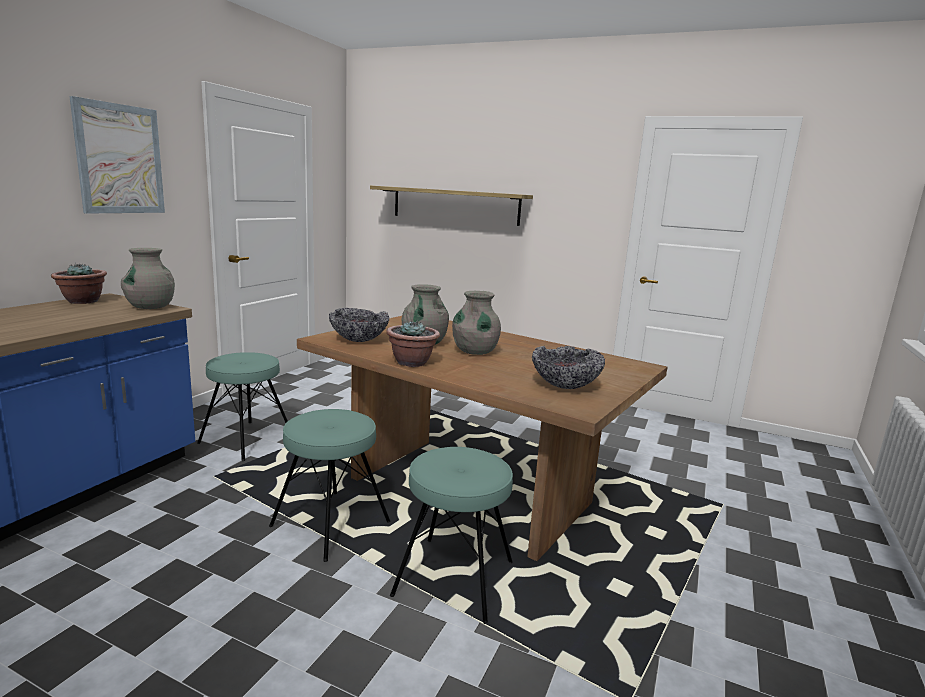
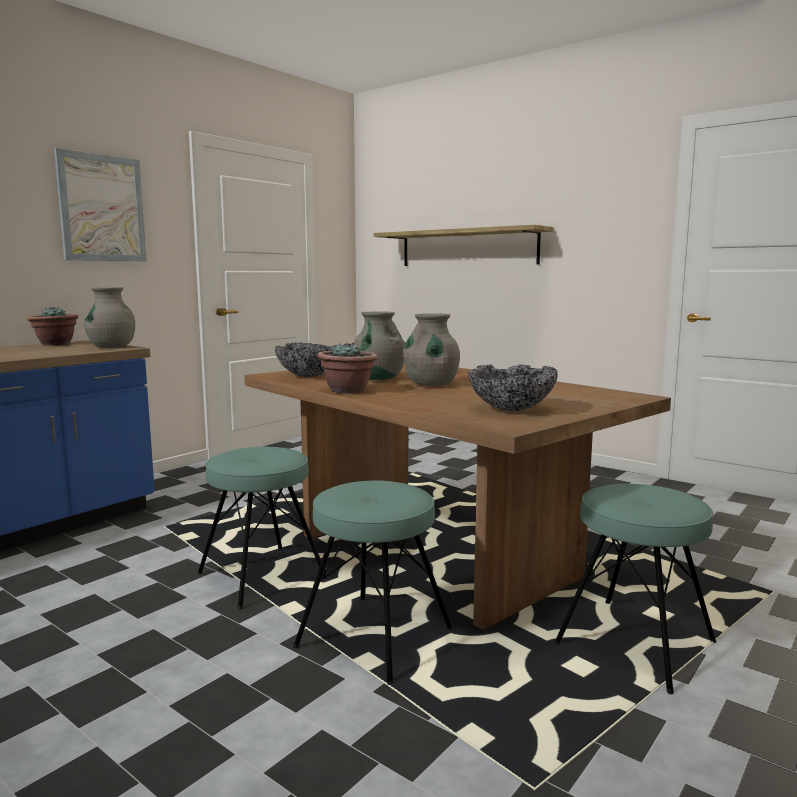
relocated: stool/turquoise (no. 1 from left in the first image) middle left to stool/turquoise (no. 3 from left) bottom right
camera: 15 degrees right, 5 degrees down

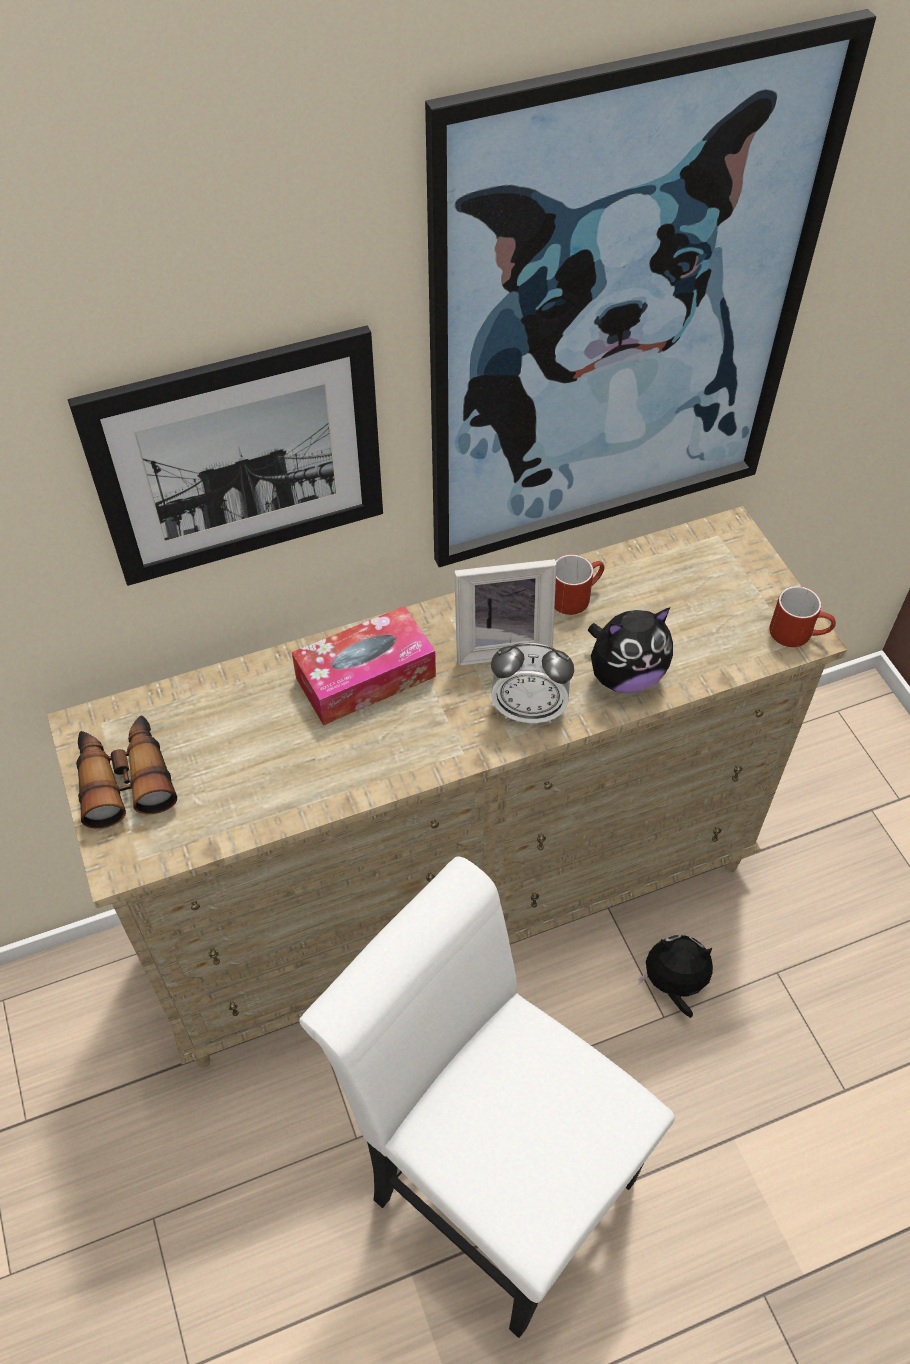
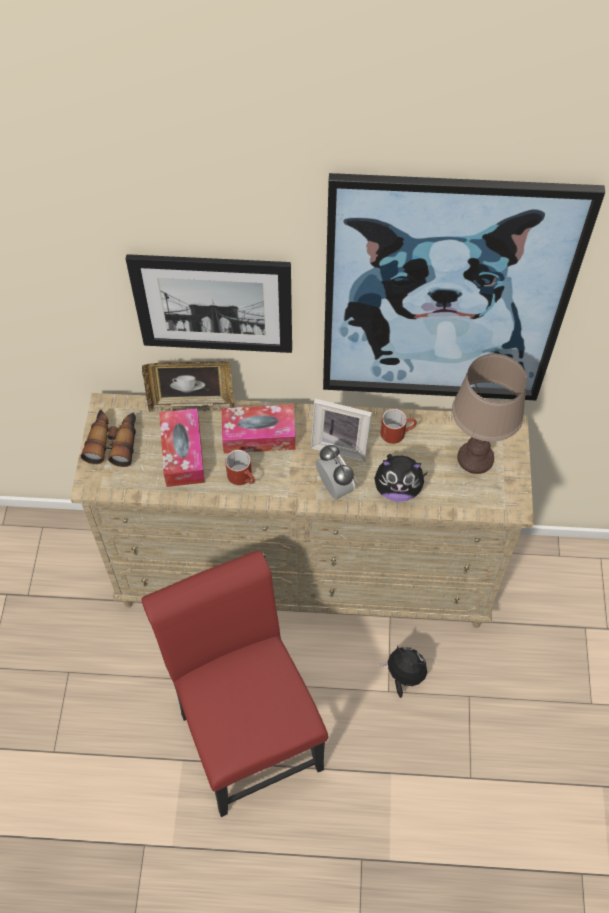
appeared: table lamp/brown middle right; picture frame (no. 1 from left) middle left; tissue box (no. 1 from left) middle left
relocated: mug/red (no. 2 from left in the first image) middle right to mug/red (no. 1 from left) centre
colour: chair/white bottom centre to chair/red bottom centre
spun: alarm clock centre = centre 150 degrees counterclockwise
camera: 25 degrees right, 5 degrees up

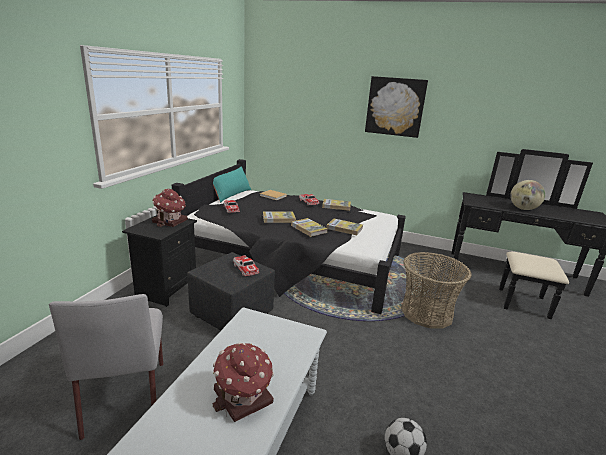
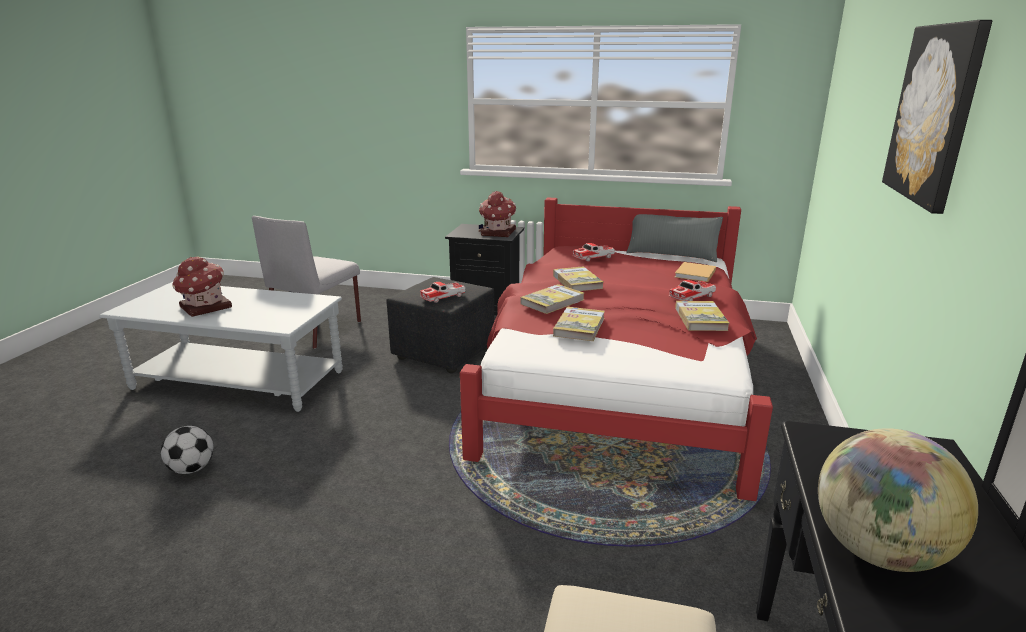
missing: basket middle right
colour: bed/black centre to bed/red centre; pillow/turquoise centre to pillow/grey centre
spun: chair/grey bottom left = middle left 45 degrees counterclockwise
camera: 85 degrees right, 0 degrees up

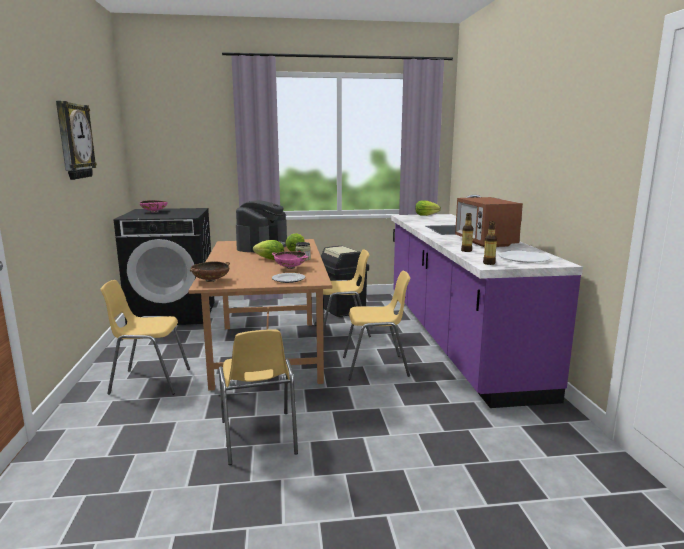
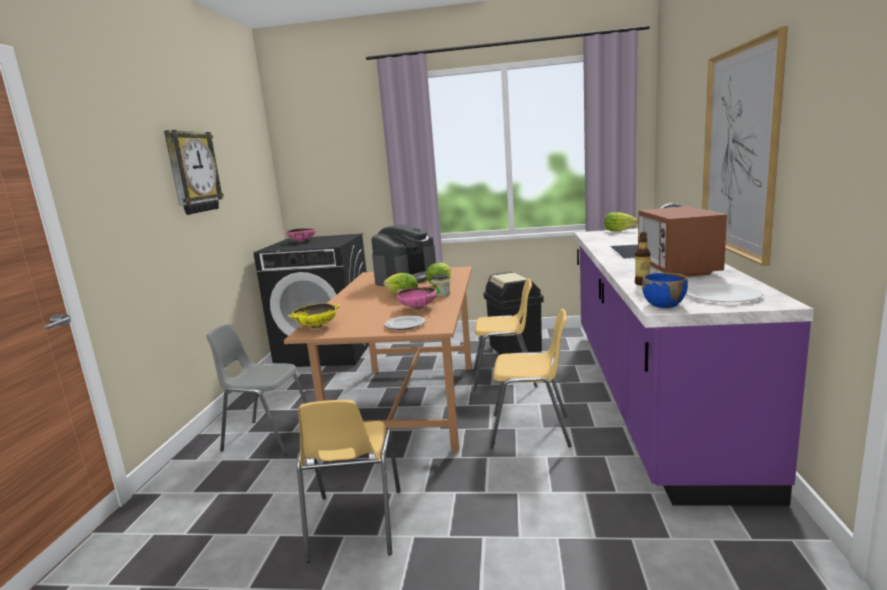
appeared: picture top right
exchanged: bottle (no. 2 from left) middle right to bowl/blue middle right
colour: bowl/brown middle left to bowl/yellow centre; chair/yellow (no. 1 from left) middle left to chair/grey middle left
camera: 15 degrees right, 0 degrees up

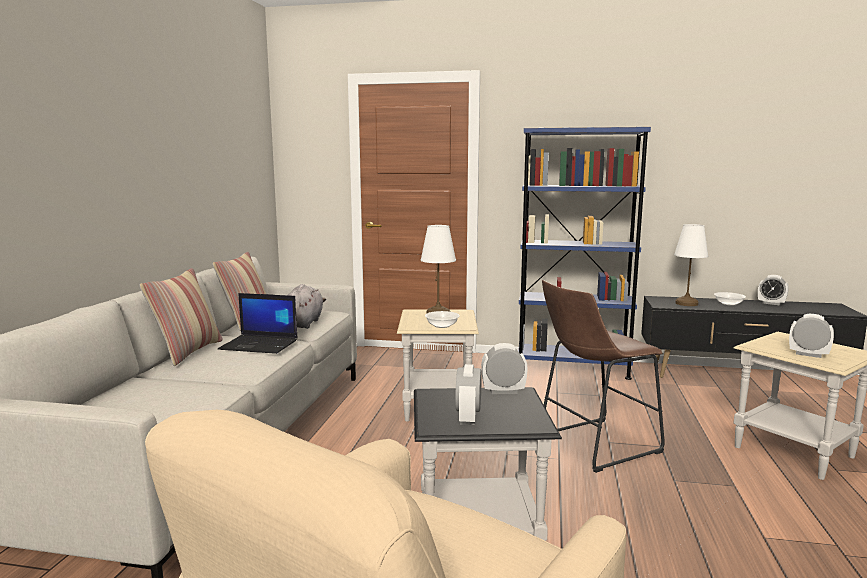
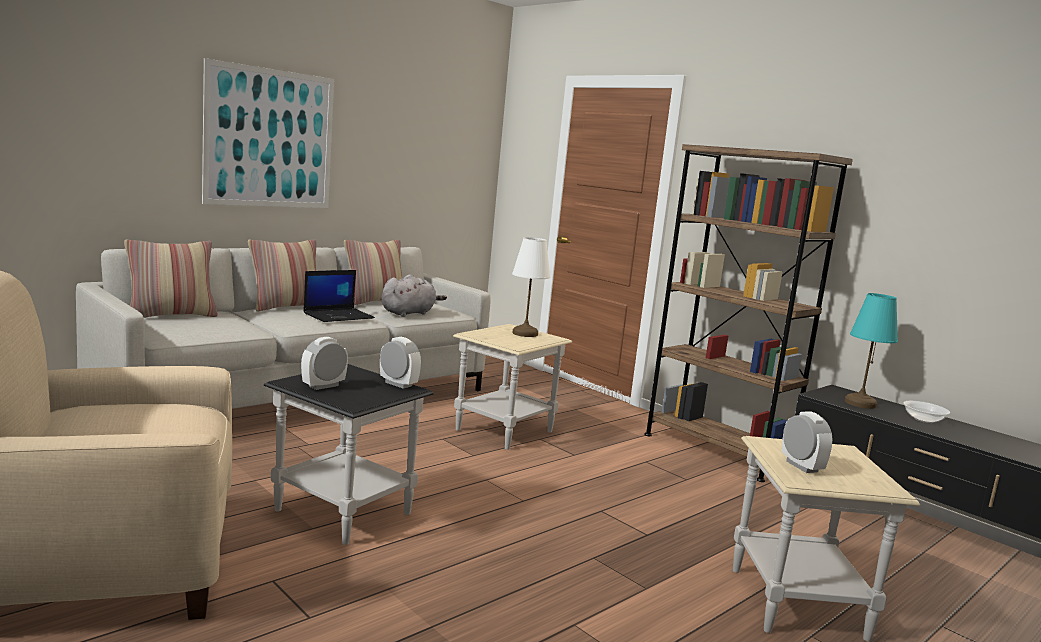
missing: alarm clock (no. 3 from left) middle right; stool/brown middle right; bowl (no. 1 from left) centre
appeared: picture top left; pillow (no. 1 from left) middle left
colour: bookcase/blue middle right to bookcase/brown middle right; table lamp/white (no. 2 from left) middle right to table lamp/turquoise middle right
spun: laptop middle left = middle left 90 degrees counterclockwise
camera: 35 degrees right, 0 degrees up

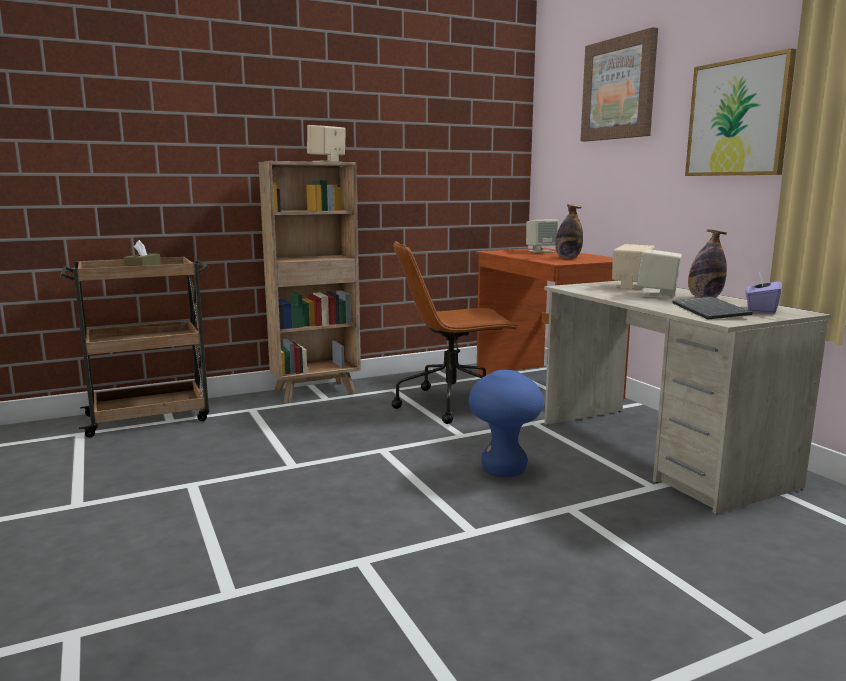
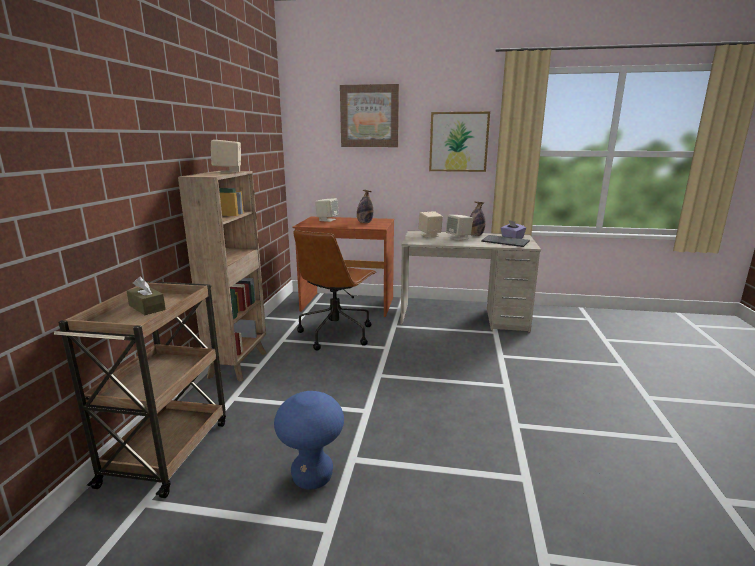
relocated: stool/blue centre to bottom centre
camera: 55 degrees left, 5 degrees up

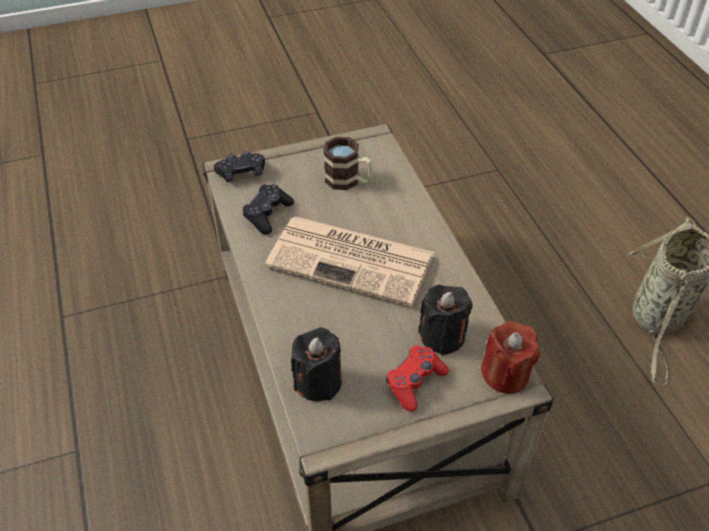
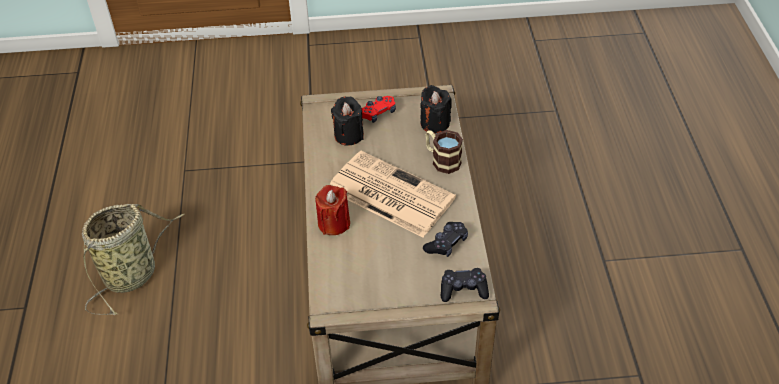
relocated: mug top centre to centre; candle/red bottom right to centre
camera: 165 degrees left, 0 degrees up

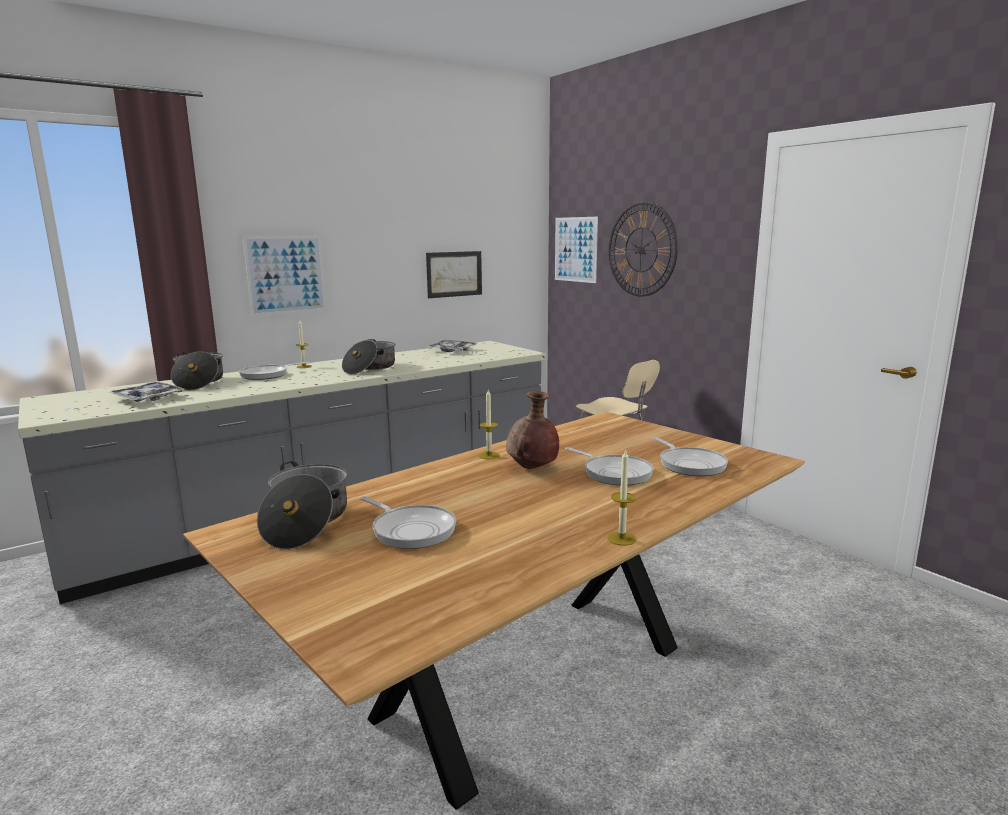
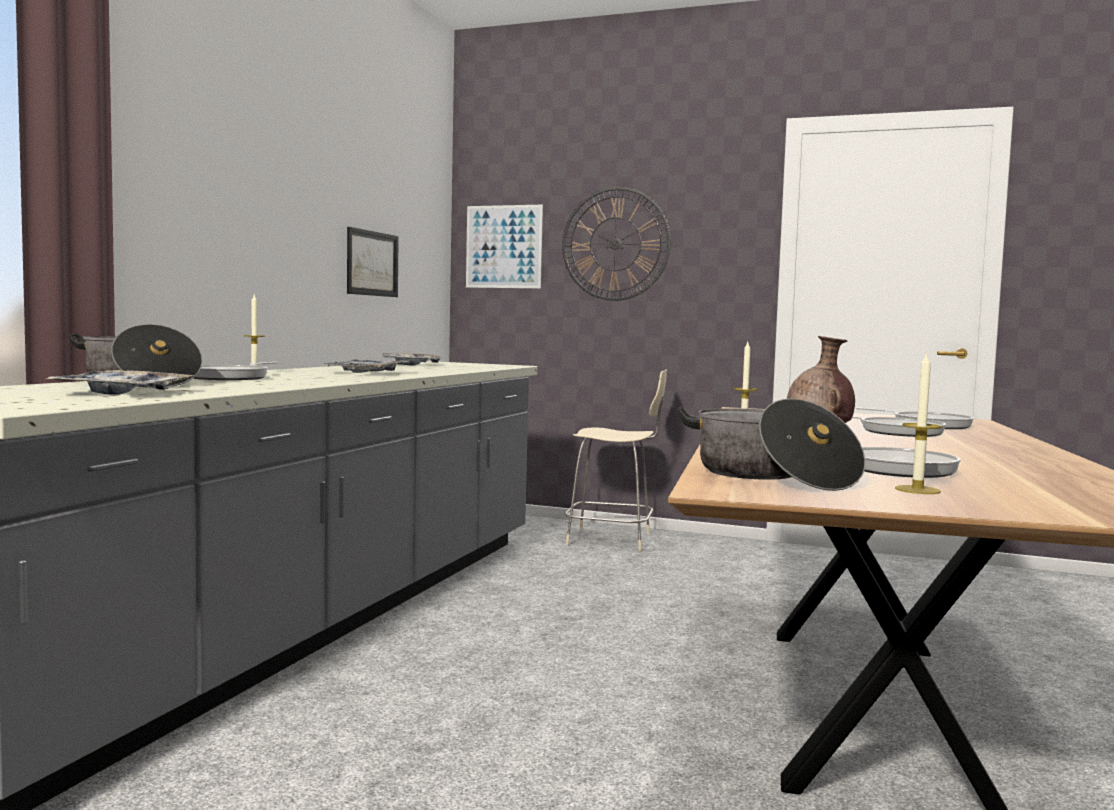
missing: picture (no. 1 from left) middle left
relocated: candle (no. 3 from left) centre to middle right
exchanged: cooking pot (no. 3 from left) centre to tray (no. 2 from left) middle left
camera: 35 degrees left, 10 degrees down

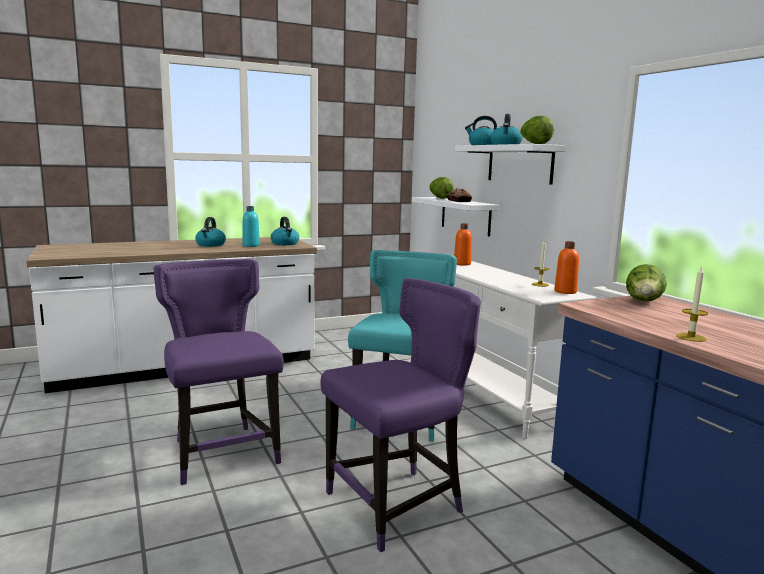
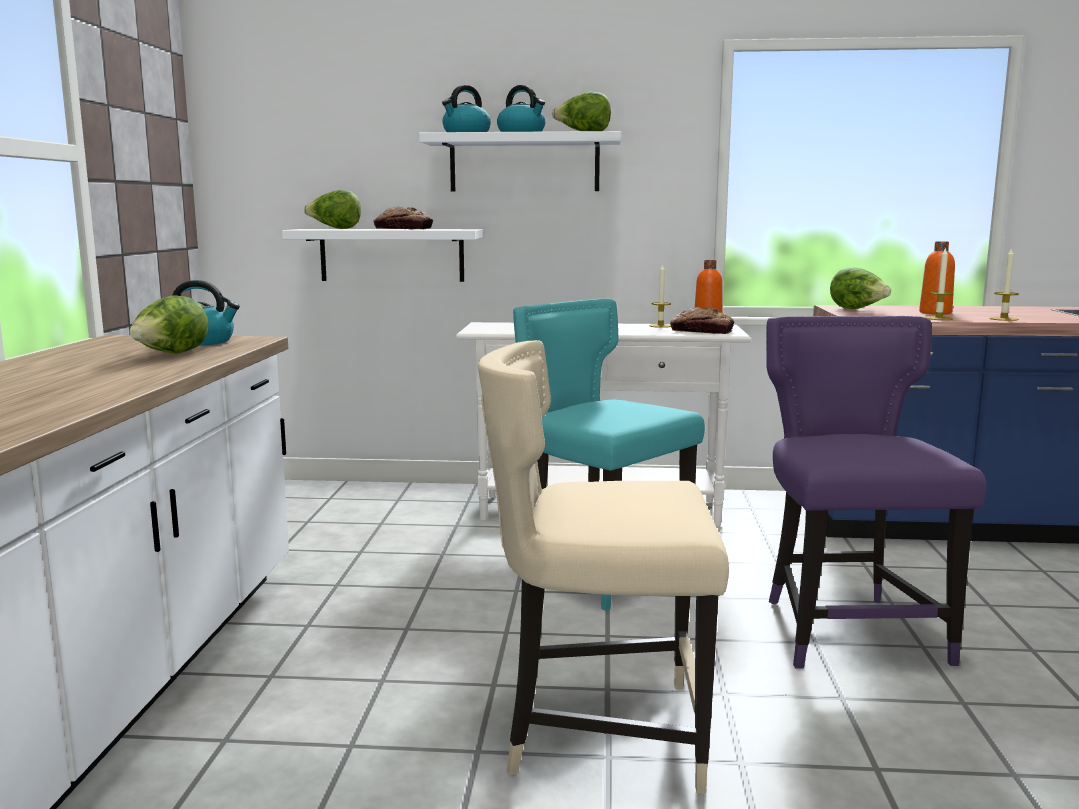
missing: kettle (no. 1 from left) middle left
appeared: candle (no. 2 from left) middle right; bread (no. 2 from left) centre
relocated: bottle/orange (no. 1 from left in the first image) centre to bottle/orange (no. 2 from left) middle right
exchanged: bottle/turquoise middle left to lettuce (no. 1 from left) middle left
colour: chair/purple (no. 1 from left) middle left to chair/beige bottom centre
camera: 60 degrees left, 0 degrees up

